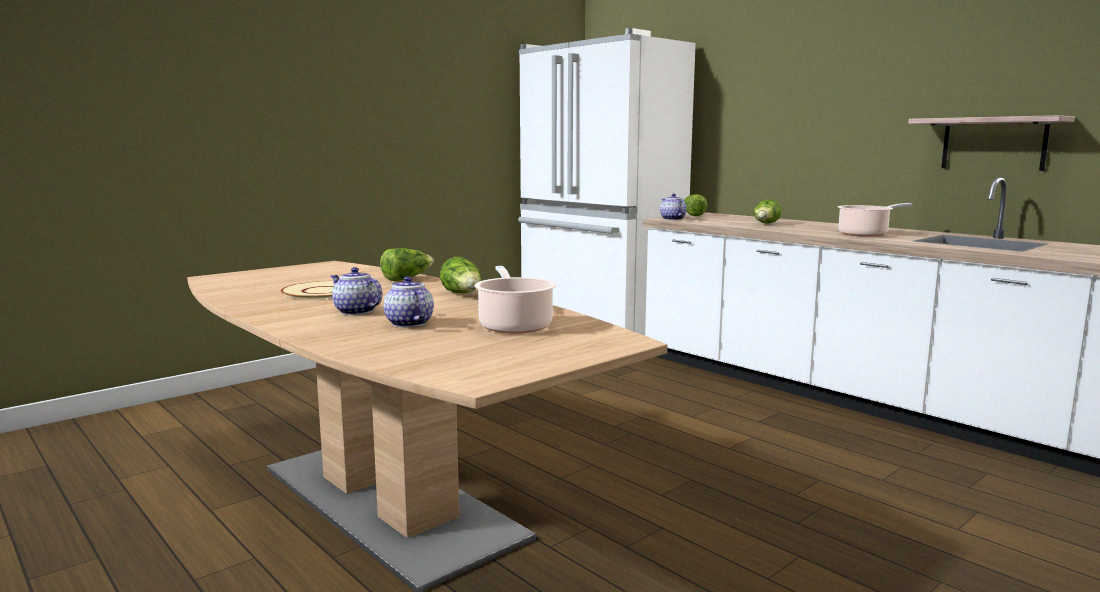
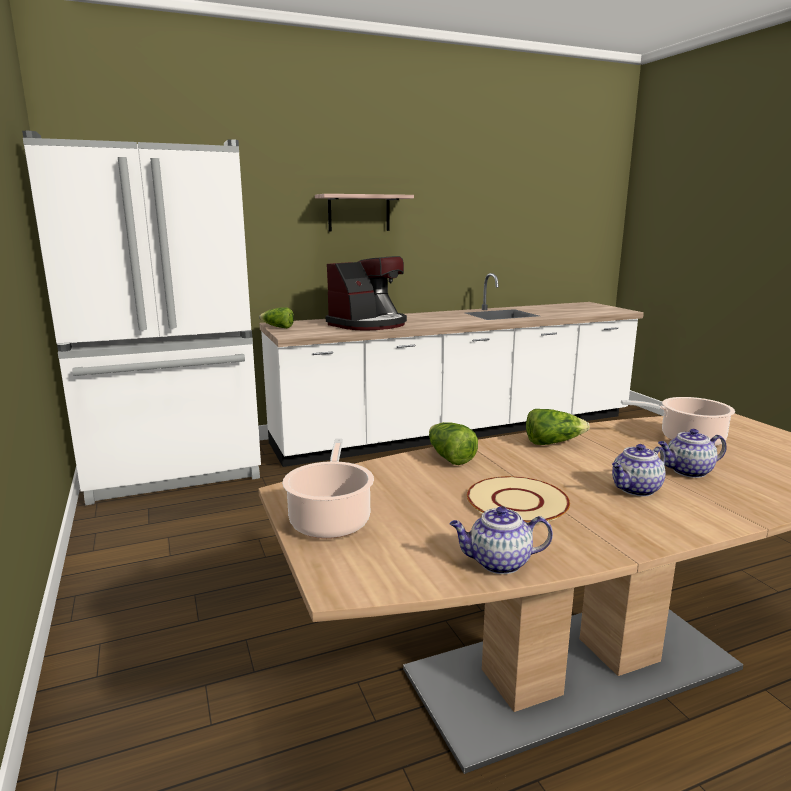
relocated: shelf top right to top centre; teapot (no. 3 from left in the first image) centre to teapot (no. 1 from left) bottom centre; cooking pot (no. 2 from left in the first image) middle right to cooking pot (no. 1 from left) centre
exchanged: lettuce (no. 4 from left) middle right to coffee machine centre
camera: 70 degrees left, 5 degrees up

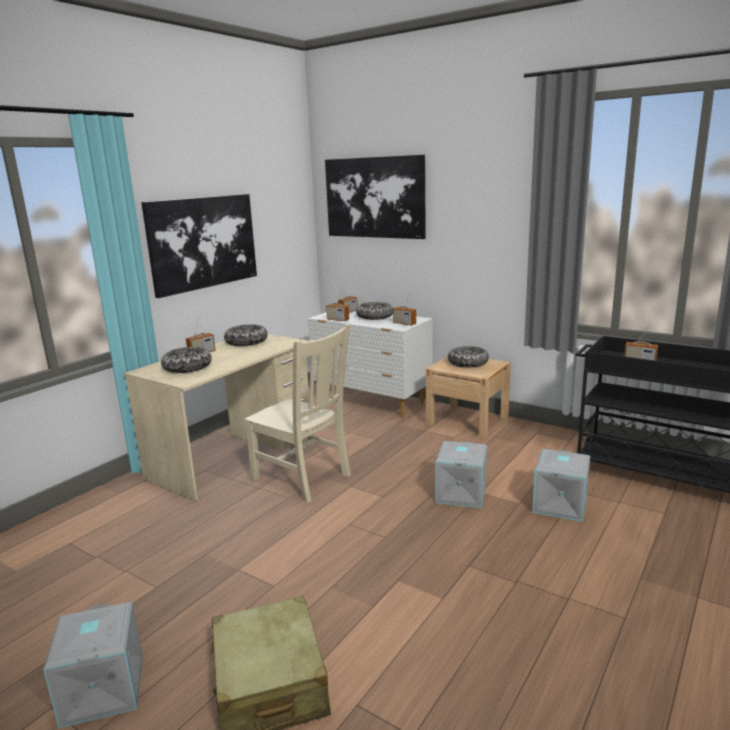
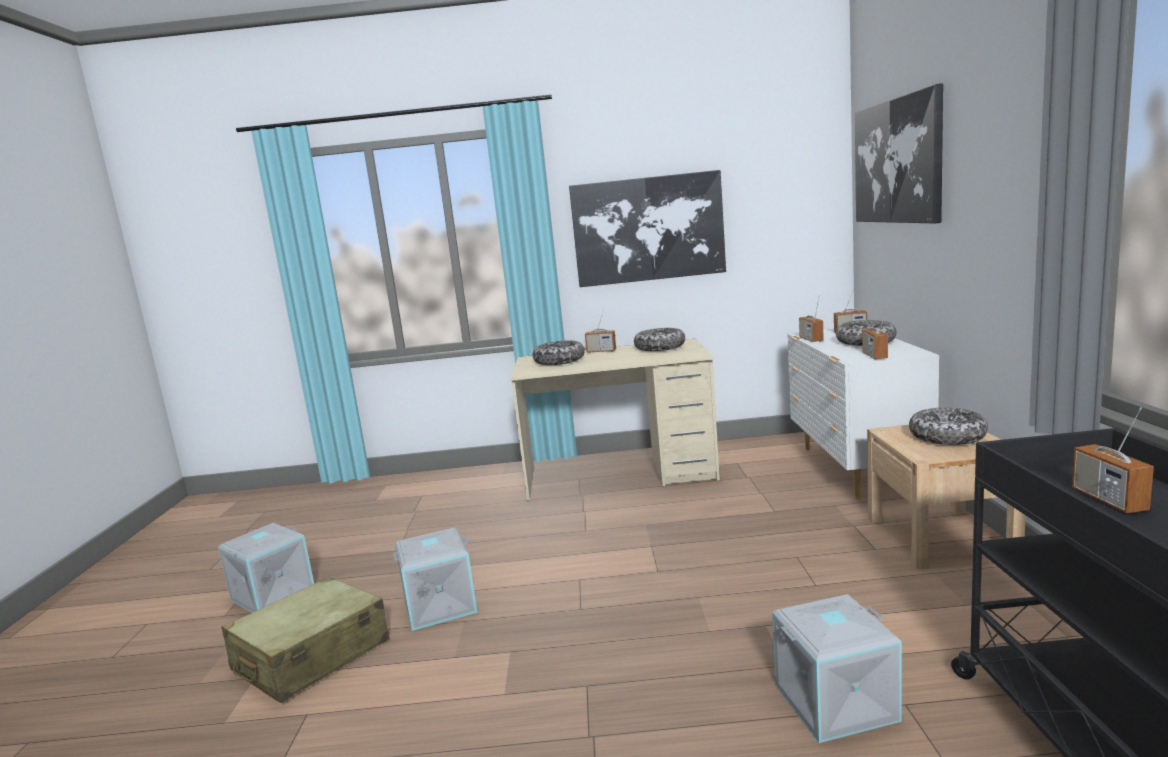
missing: chair/beige centre
relocated: storage box/grey (no. 2 from left) centre to bottom centre
camera: 55 degrees right, 5 degrees down

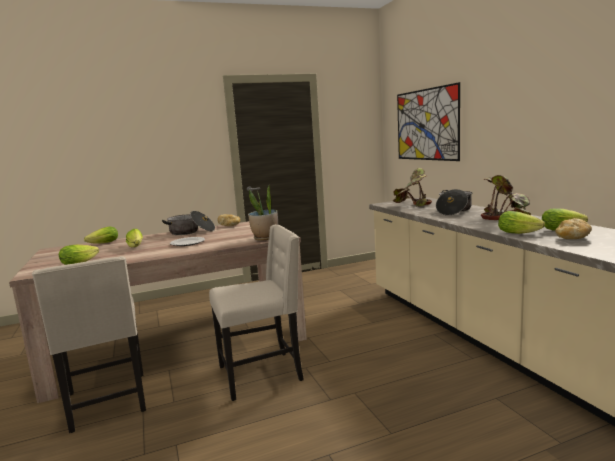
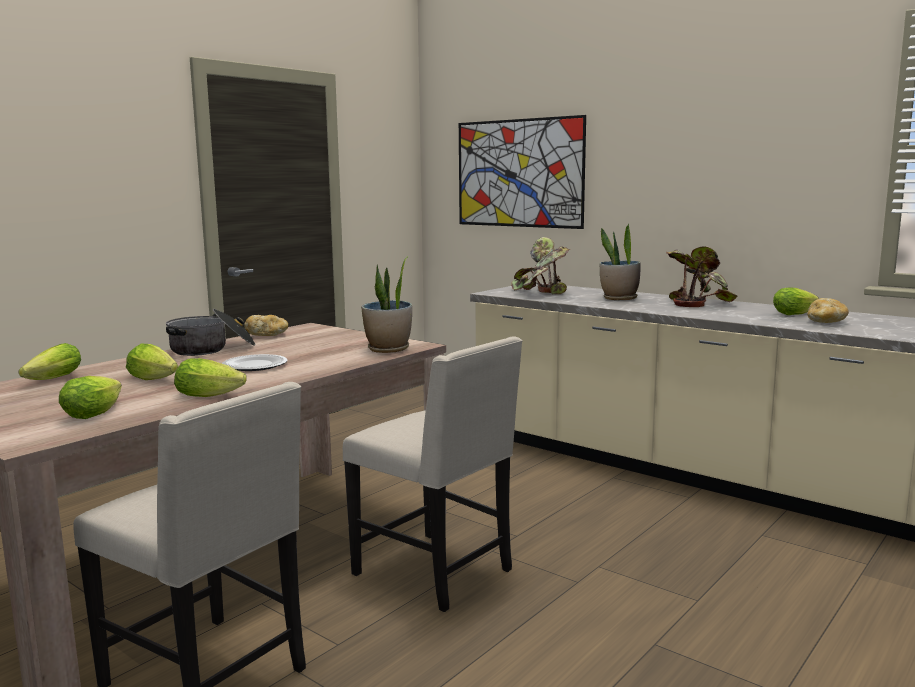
relocated: lettuce (no. 4 from left) middle right to middle left
exchanged: cooking pot (no. 2 from left) middle right to potted plant (no. 3 from left) middle right
spun: chair/beige (no. 2 from left) bottom centre = bottom centre 90 degrees clockwise
camera: 30 degrees left, 0 degrees up

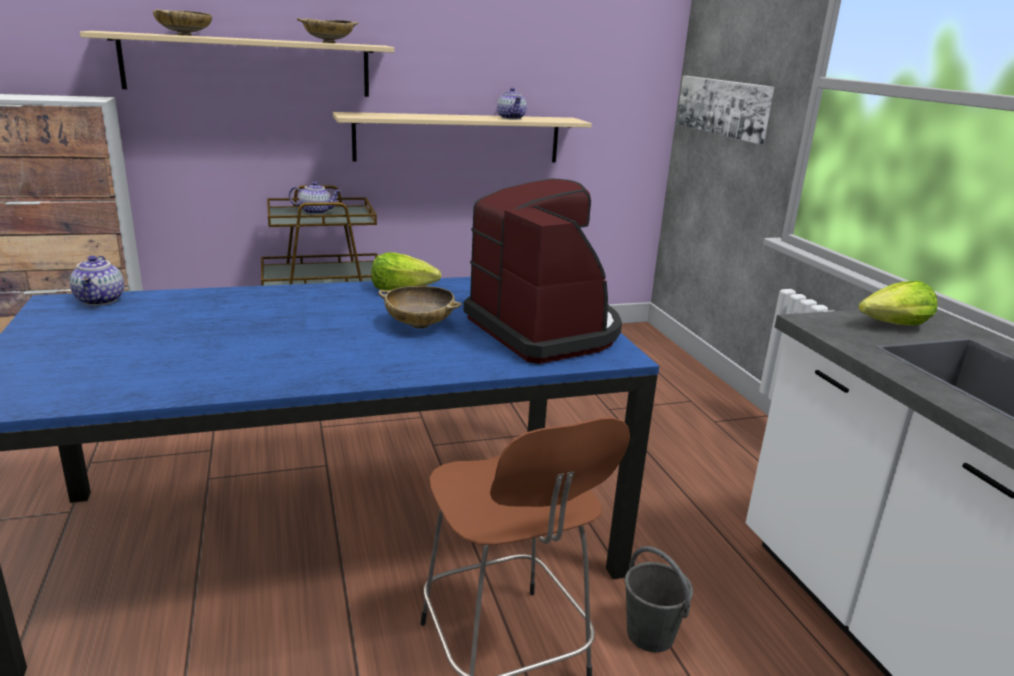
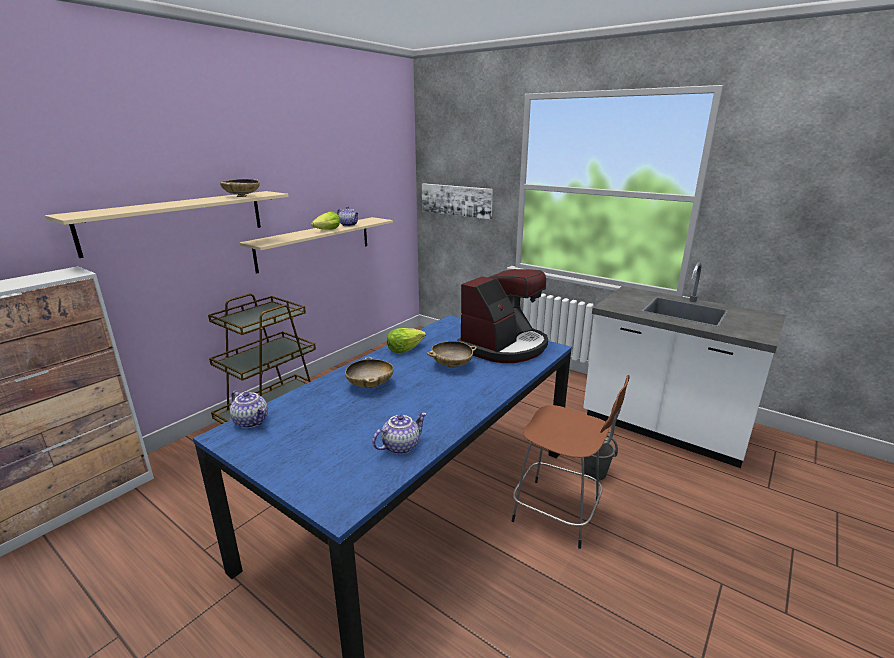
relocated: bowl/beige (no. 1 from left in the first image) top left to bowl/beige (no. 2 from left) centre; teapot (no. 2 from left in the first image) top left to teapot (no. 3 from left) centre; lettuce (no. 2 from left in the first image) middle right to lettuce (no. 1 from left) centre
spun: coffee machine centre = centre 105 degrees clockwise
camera: 35 degrees left, 0 degrees up

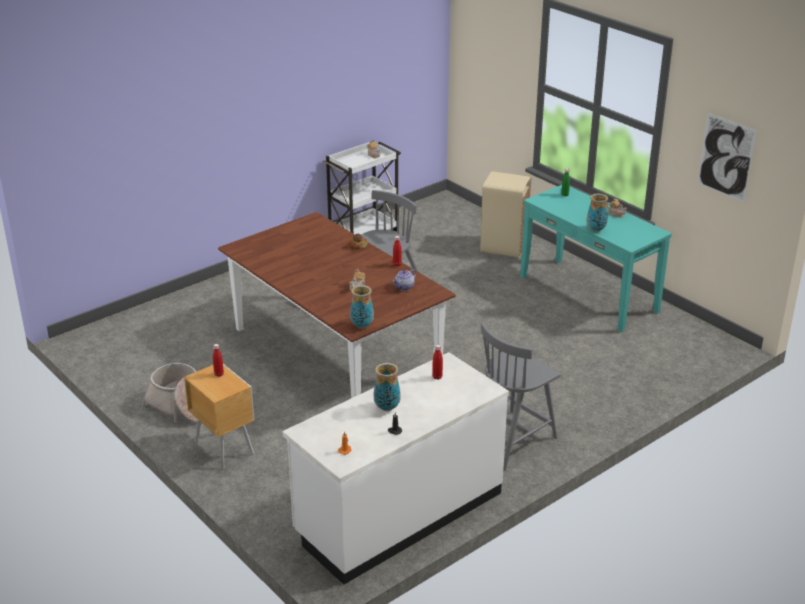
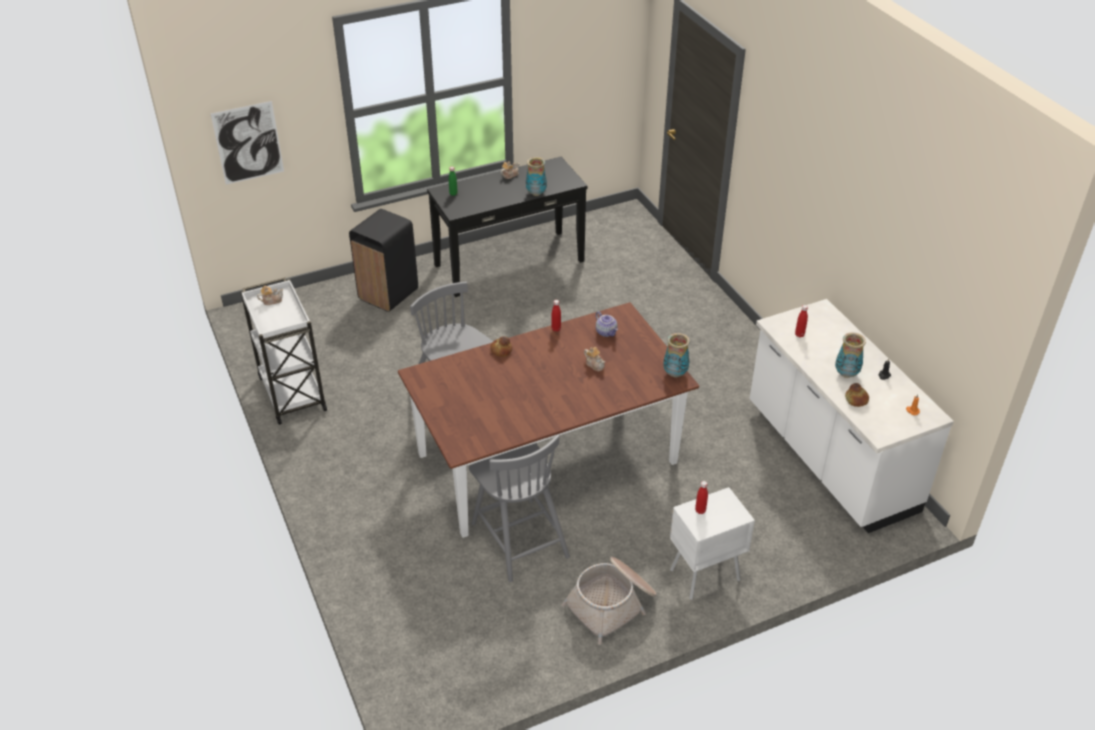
appeared: bread (no. 2 from left) middle right
relocated: picture top right to top left; chair/grey (no. 2 from left) centre to bottom centre
colour: trash can/beige centre to trash can/black centre; console table/turquoise middle right to console table/black top centre; nightstand/brown bottom left to nightstand/white bottom centre
camera: 75 degrees left, 10 degrees up

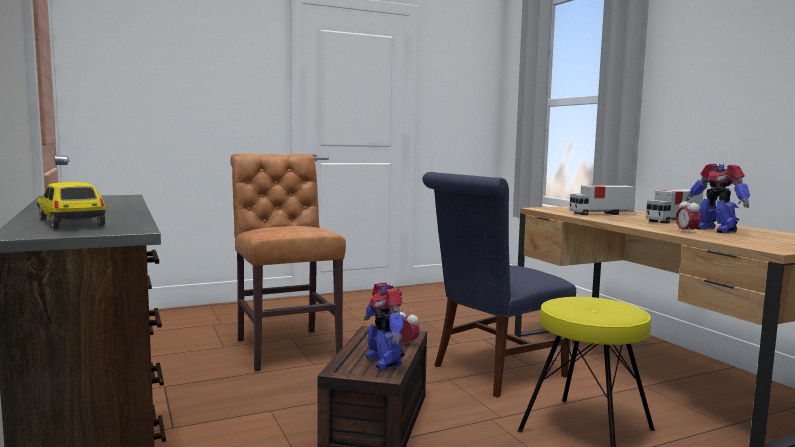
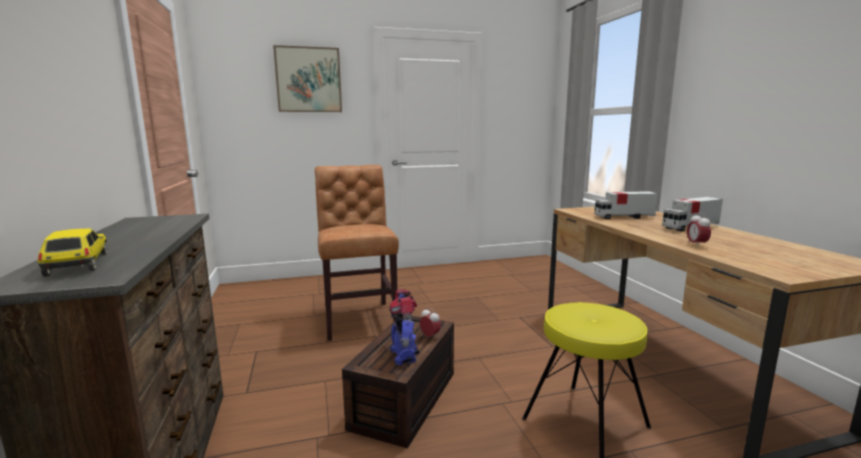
missing: toy robot (no. 2 from left) middle right; chair/blue centre
appeared: picture top centre
camera: 10 degrees right, 5 degrees up

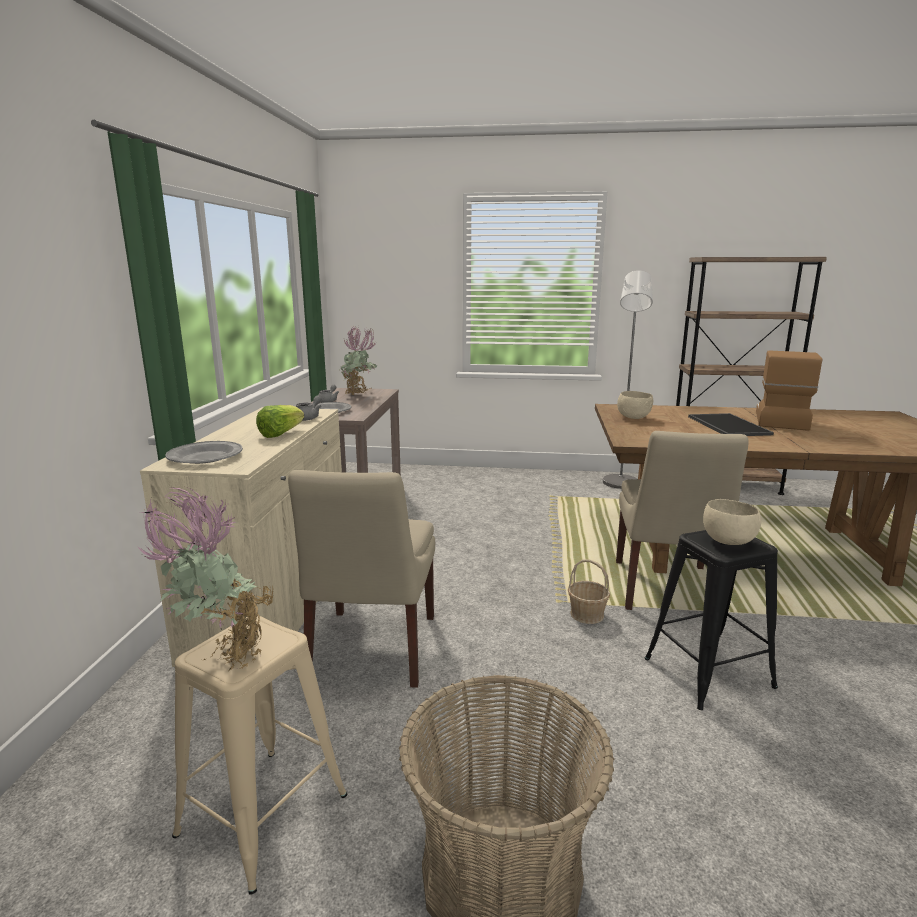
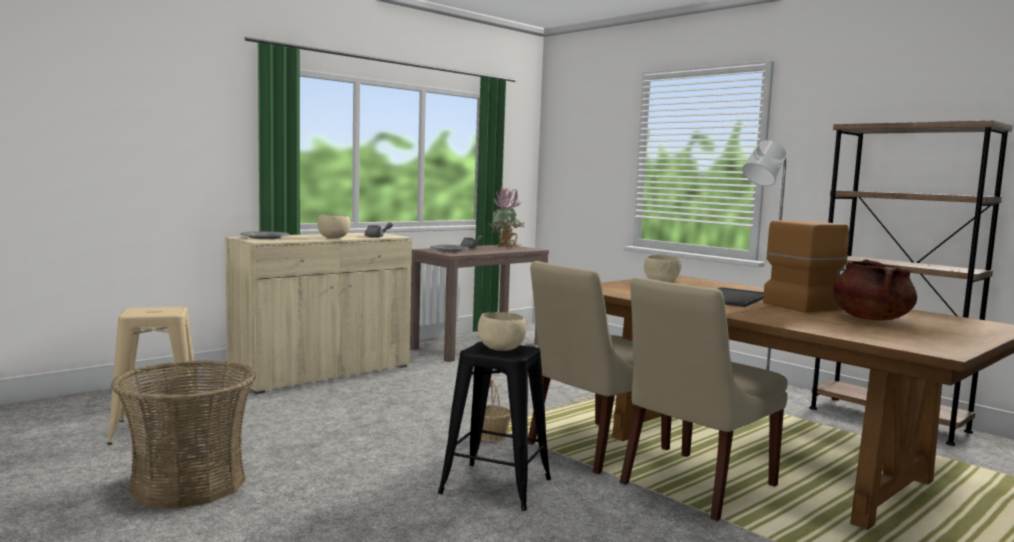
missing: potted plant (no. 1 from left) middle left
appeared: cooking pot/brown middle right
relocated: chair/beige (no. 1 from left in the first image) centre to chair/beige (no. 2 from left) bottom right
exchanged: lettuce middle left to bowl/beige (no. 1 from left) middle left
camera: 40 degrees right, 10 degrees down

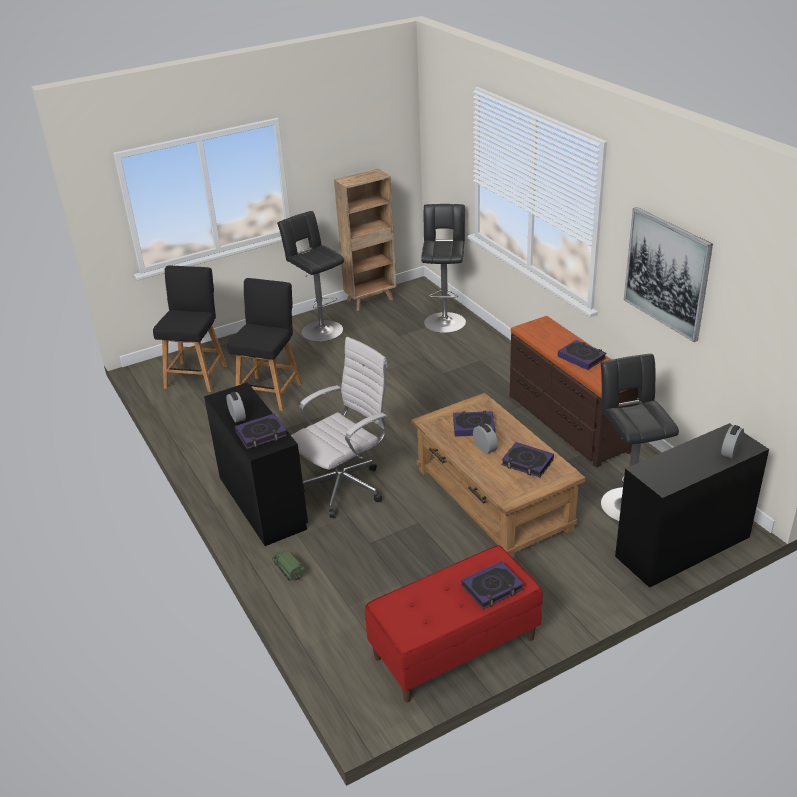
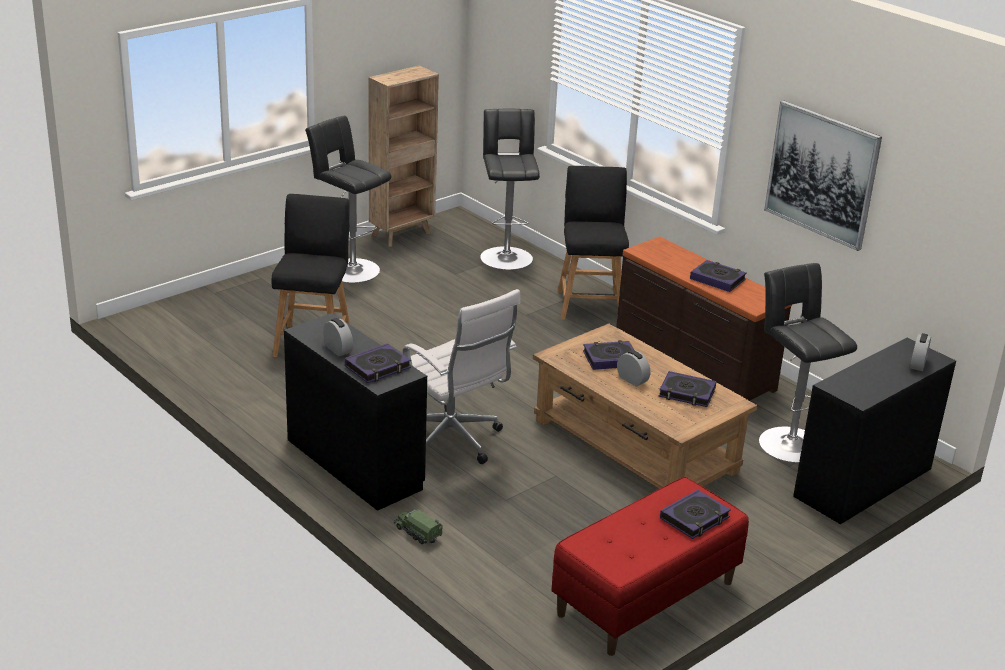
relocated: chair/black (no. 1 from left in the first image) middle left to chair/black (no. 2 from left) centre
spun: office chair/white centre = centre 105 degrees clockwise
camera: 15 degrees left, 5 degrees down

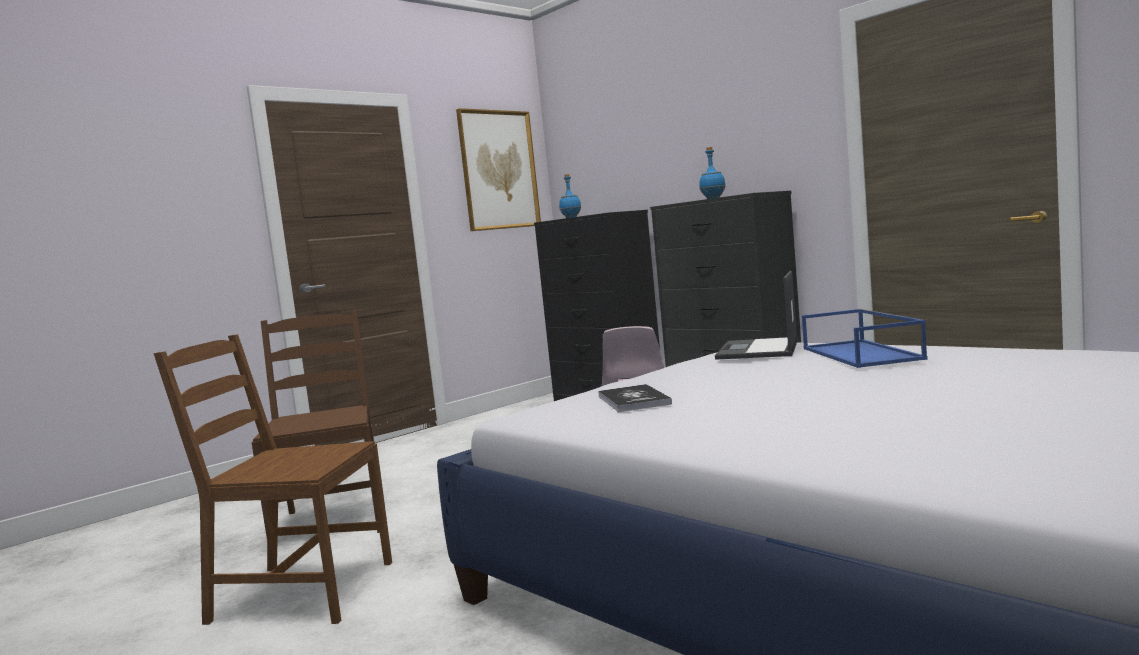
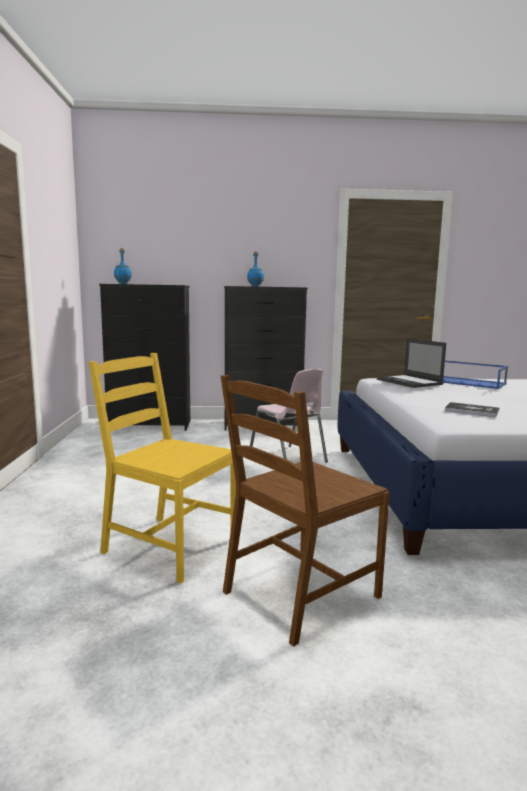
missing: picture top centre
colour: chair/brown (no. 2 from left) middle left to chair/yellow middle left
camera: 50 degrees left, 5 degrees up

